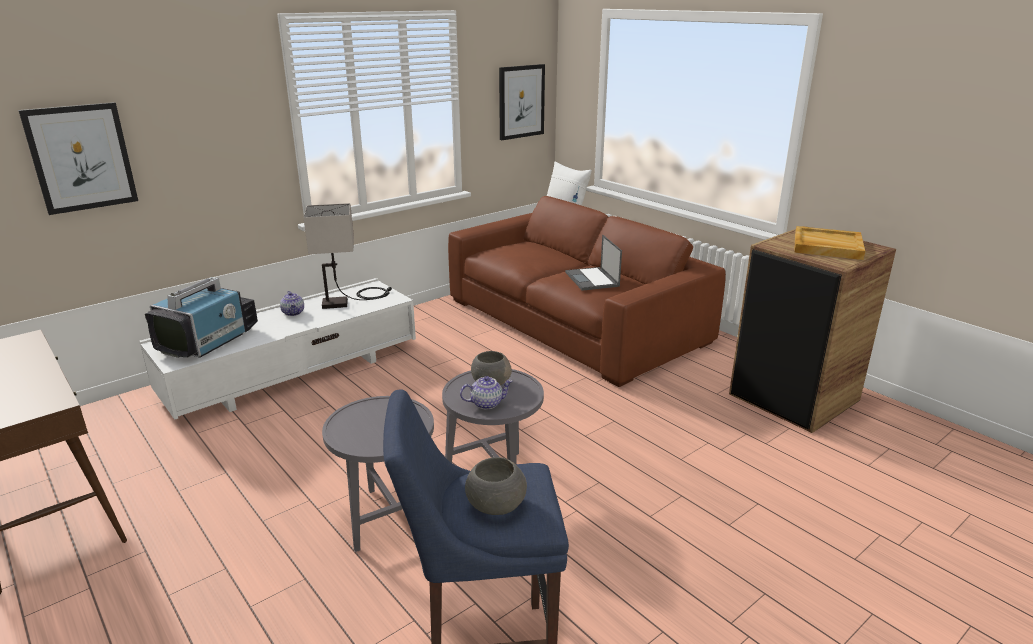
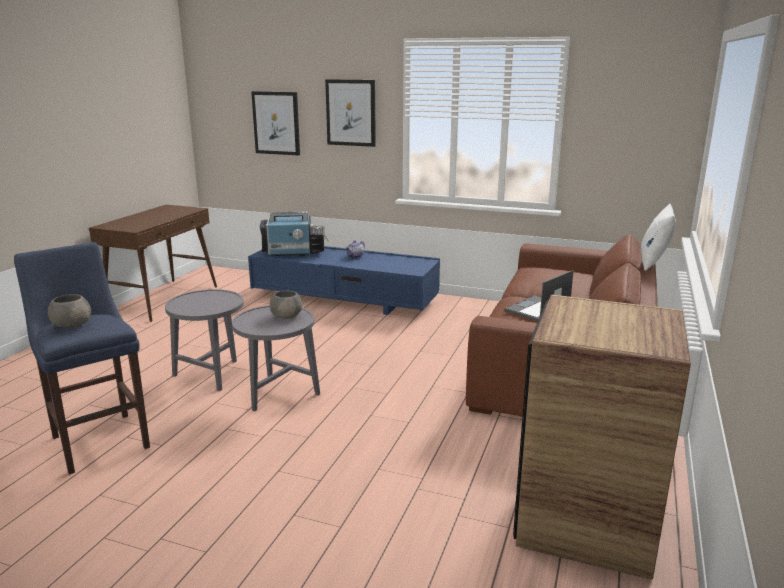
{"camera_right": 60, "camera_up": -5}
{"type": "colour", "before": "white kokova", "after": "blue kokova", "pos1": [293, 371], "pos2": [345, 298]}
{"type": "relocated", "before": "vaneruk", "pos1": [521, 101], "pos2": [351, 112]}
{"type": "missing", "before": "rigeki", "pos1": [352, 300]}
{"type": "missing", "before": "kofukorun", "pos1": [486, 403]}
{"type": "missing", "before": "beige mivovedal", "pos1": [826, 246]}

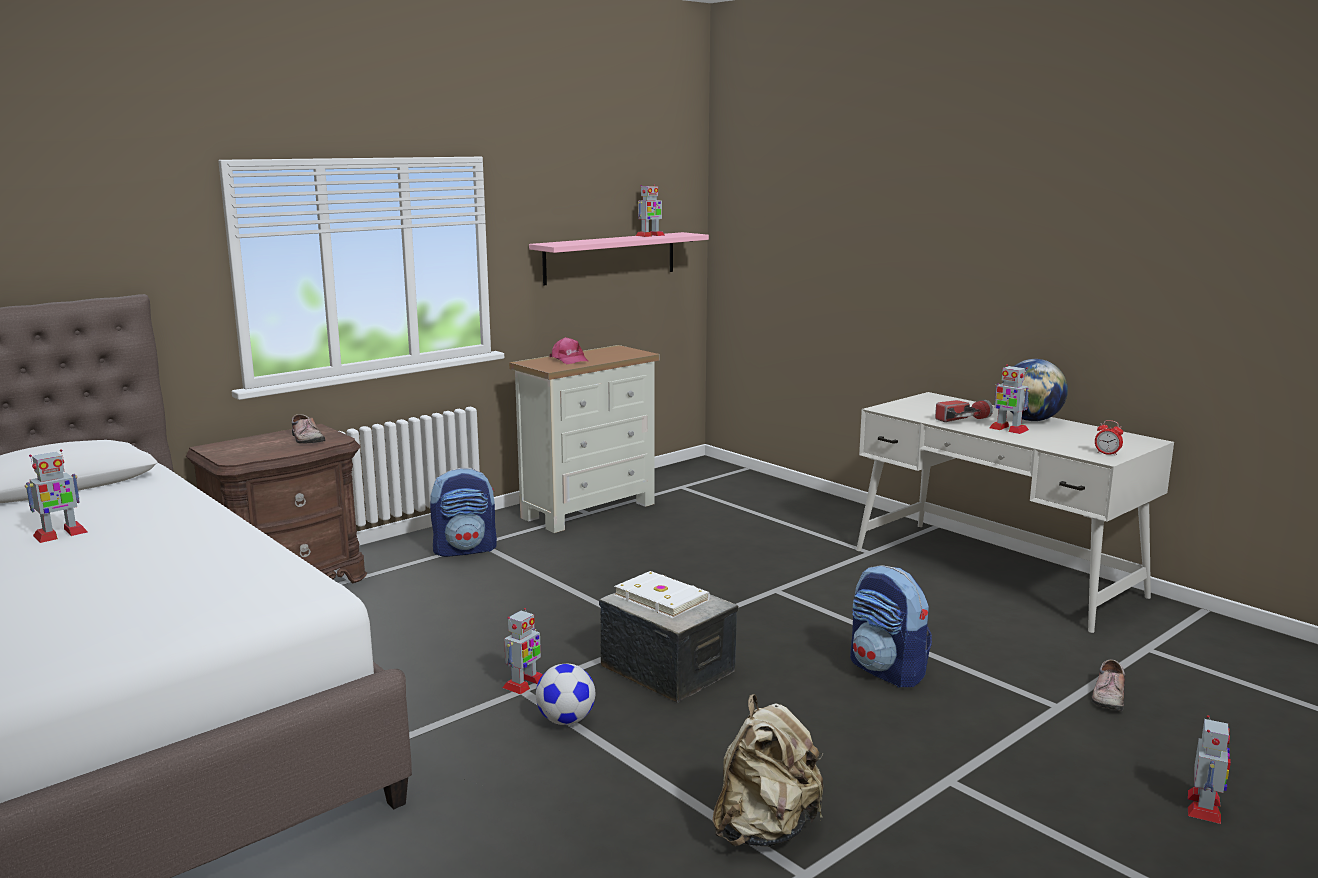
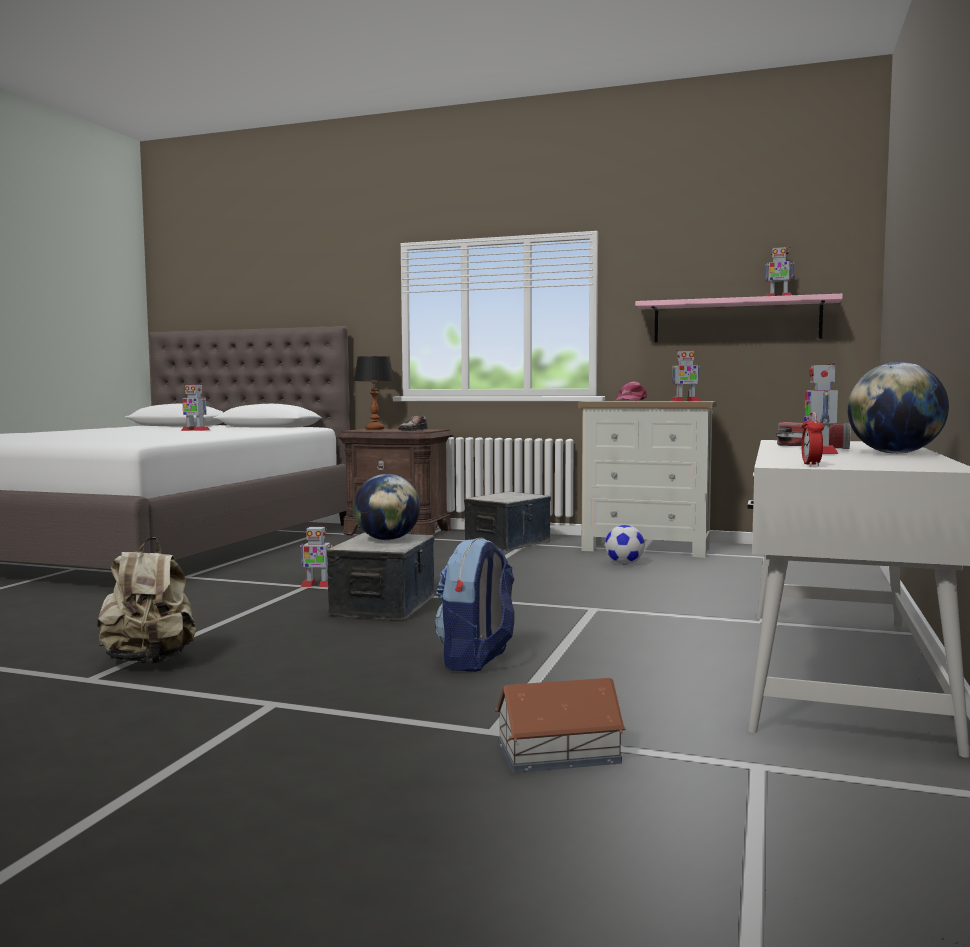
{"camera_right": 60, "camera_up": -10}
{"type": "appeared", "after": "rigeki", "pos2": [375, 429]}
{"type": "exchanged", "before": "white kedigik", "after": "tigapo", "pos1": [662, 597], "pos2": [387, 539]}
{"type": "exchanged", "before": "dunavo", "after": "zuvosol", "pos1": [465, 549], "pos2": [508, 543]}
{"type": "exchanged", "before": "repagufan", "after": "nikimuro", "pos1": [1107, 696], "pos2": [560, 753]}
{"type": "relocated", "before": "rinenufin", "pos1": [566, 720], "pos2": [624, 564]}
{"type": "relocated", "before": "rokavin", "pos1": [1204, 807], "pos2": [685, 401]}

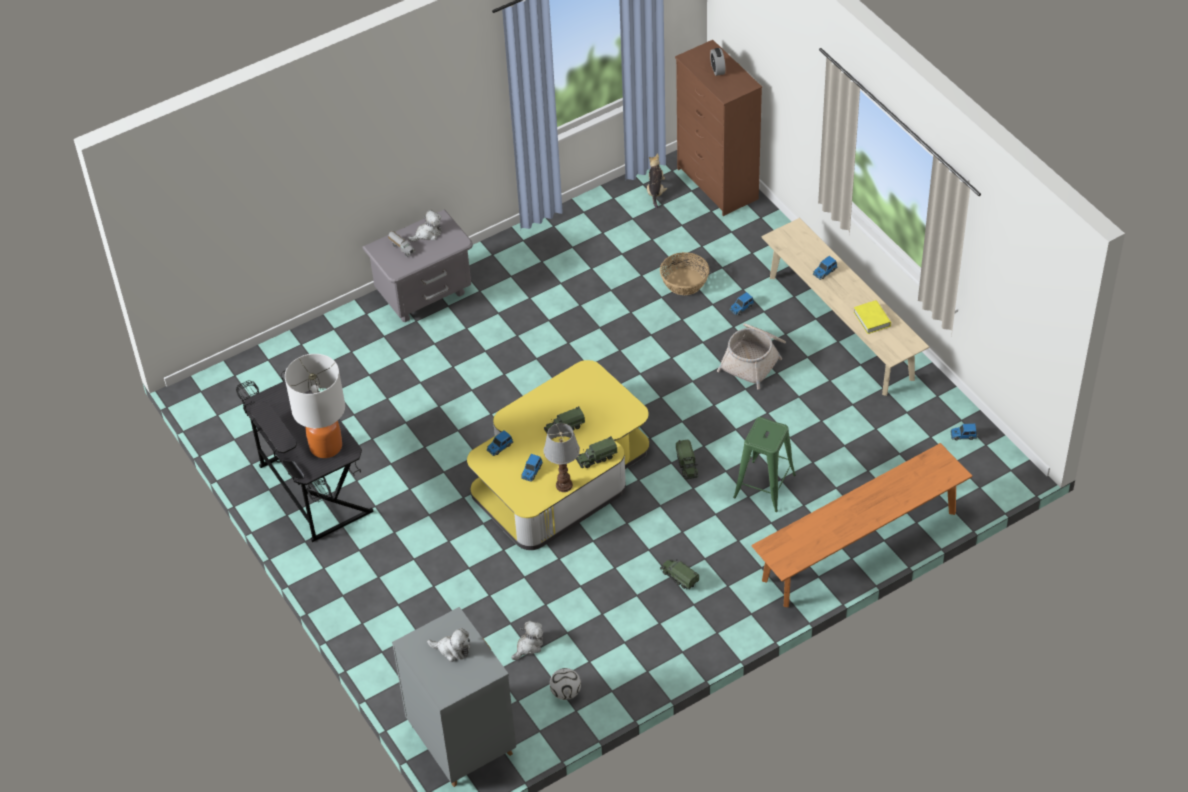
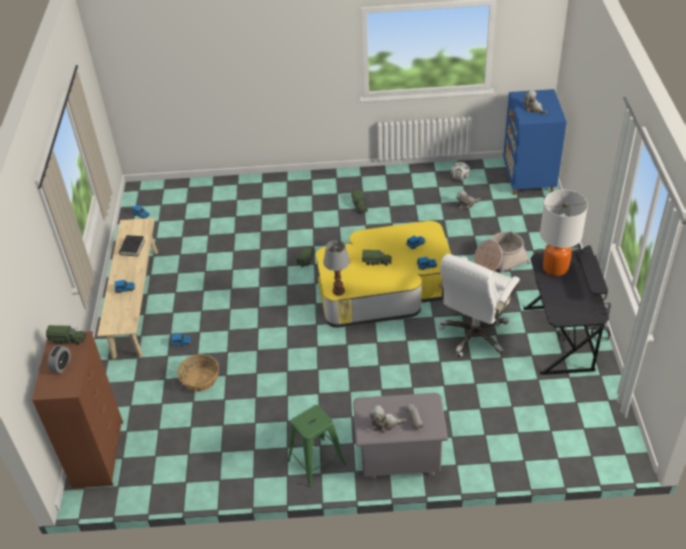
{"camera_right": -150, "camera_up": -5}
{"type": "relocated", "before": "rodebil", "pos1": [596, 458], "pos2": [68, 339]}
{"type": "colour", "before": "yellow kedigik", "after": "black kedigik", "pos1": [872, 319], "pos2": [132, 247]}
{"type": "relocated", "before": "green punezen", "pos1": [764, 486], "pos2": [317, 462]}
{"type": "relocated", "before": "rigeki", "pos1": [563, 485], "pos2": [339, 291]}
{"type": "appeared", "after": "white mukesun", "pos2": [475, 332]}
{"type": "relocated", "before": "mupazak", "pos1": [754, 359], "pos2": [499, 261]}
{"type": "colour", "before": "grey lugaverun", "after": "blue lugaverun", "pos1": [461, 738], "pos2": [528, 178]}
{"type": "missing", "before": "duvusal", "pos1": [656, 191]}
{"type": "missing", "before": "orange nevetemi", "pos1": [859, 546]}

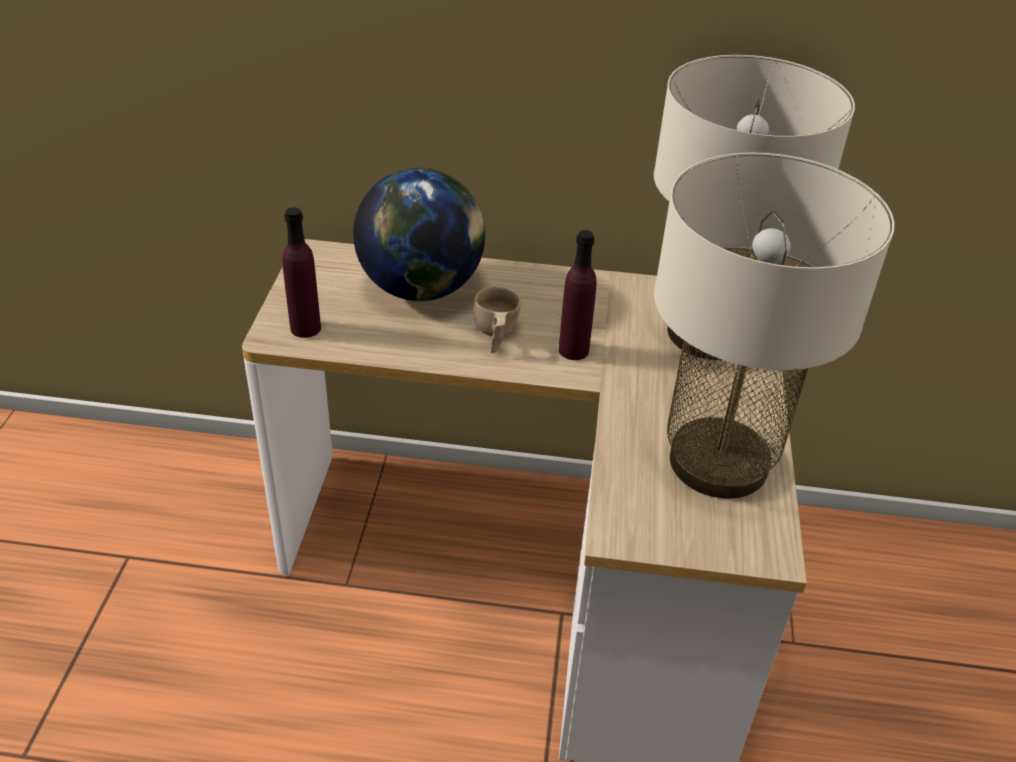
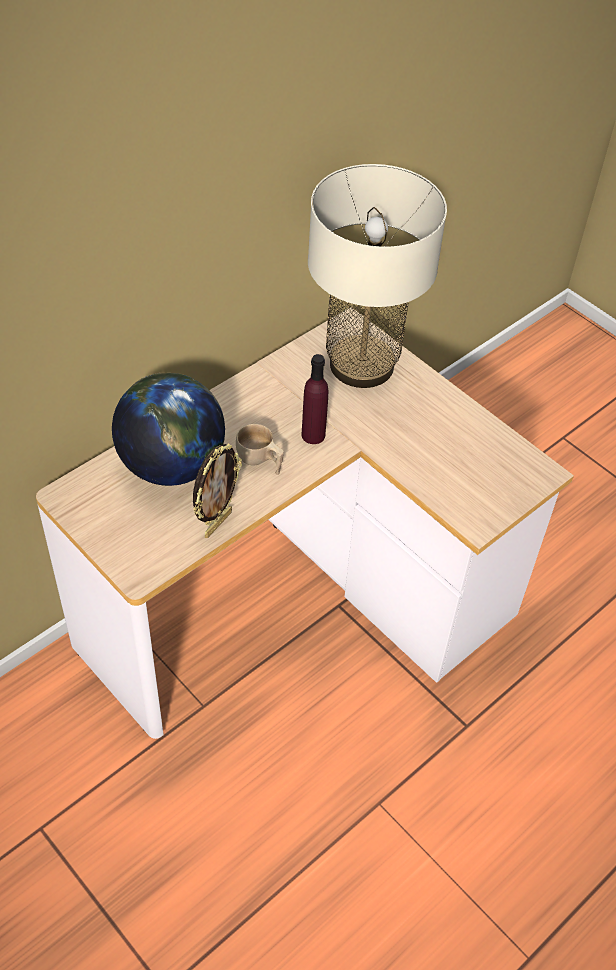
{"camera_right": -50, "camera_up": 10}
{"type": "appeared", "after": "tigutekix", "pos2": [217, 523]}
{"type": "missing", "before": "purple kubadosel", "pos1": [305, 328]}
{"type": "missing", "before": "rigeki", "pos1": [718, 462]}

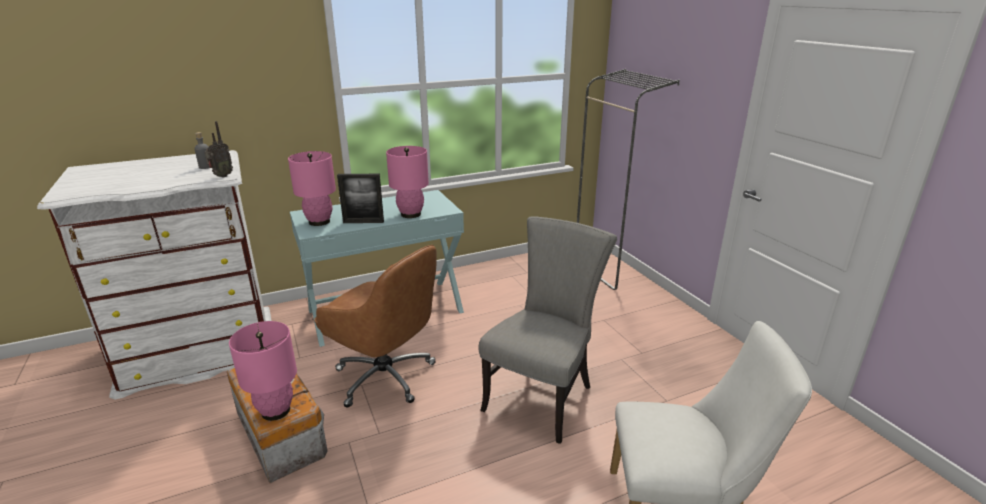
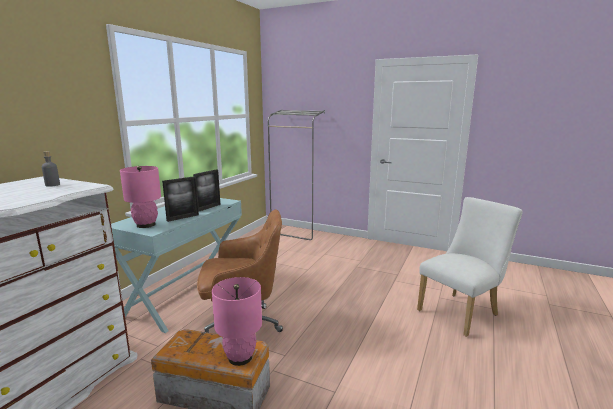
{"camera_right": -40, "camera_up": -10}
{"type": "exchanged", "before": "pink rigeki", "after": "tigutekix", "pos1": [411, 214], "pos2": [208, 207]}
{"type": "missing", "before": "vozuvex", "pos1": [221, 176]}
{"type": "missing", "before": "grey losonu", "pos1": [543, 395]}

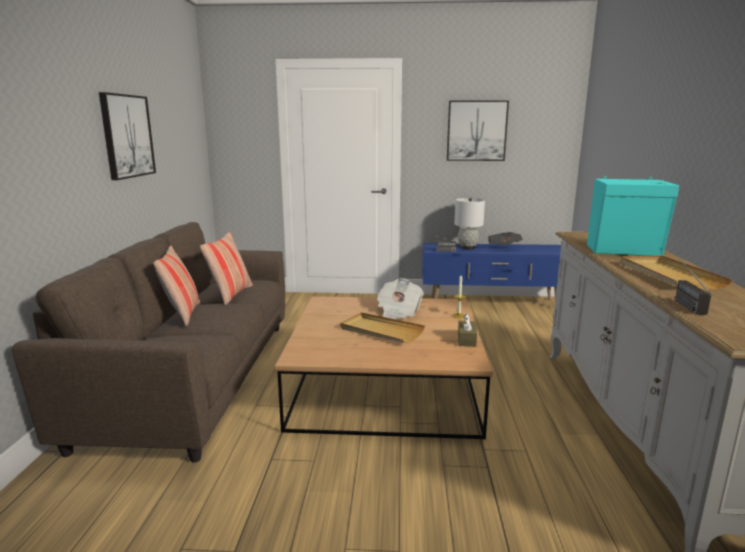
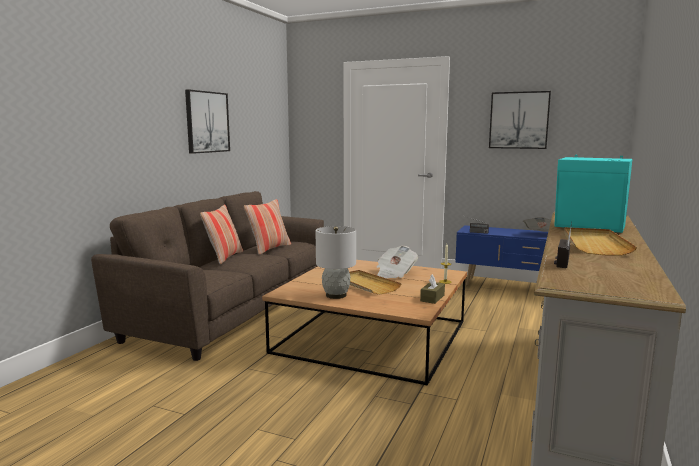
{"camera_right": 20, "camera_up": -5}
{"type": "relocated", "before": "white rigeki", "pos1": [467, 247], "pos2": [336, 295]}

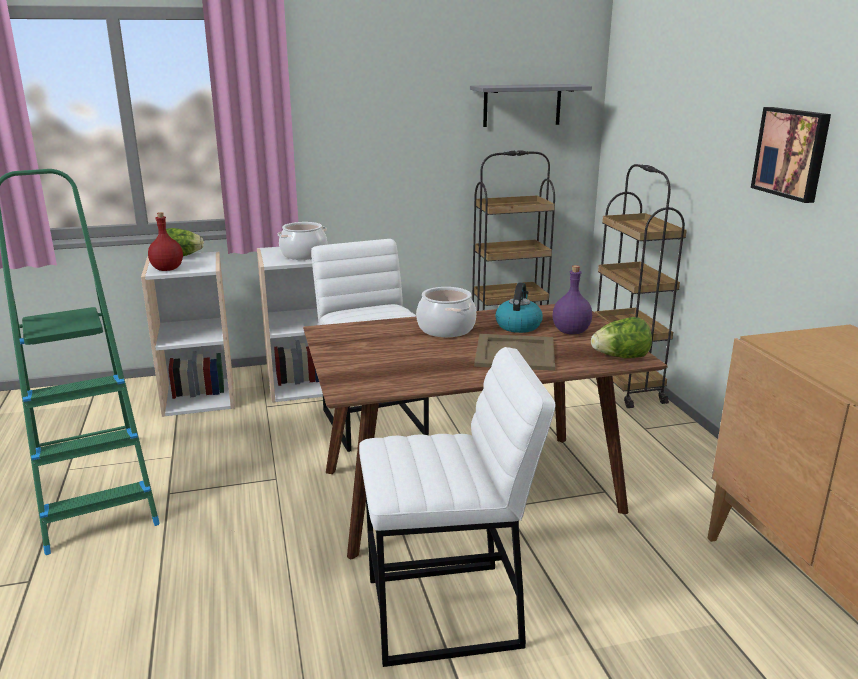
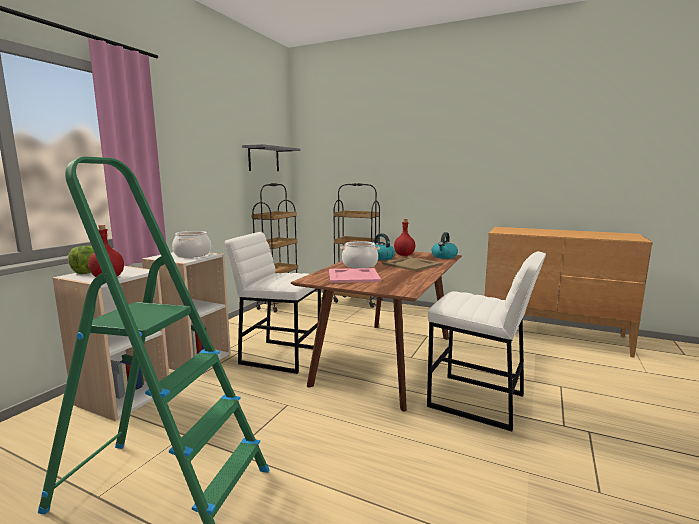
{"camera_right": -50, "camera_up": -10}
{"type": "appeared", "after": "pink mivovedal", "pos2": [353, 276]}
{"type": "colour", "before": "purple kubadosel", "after": "red kubadosel", "pos1": [570, 332], "pos2": [404, 255]}
{"type": "spun", "before": "white losonu", "pos1": [448, 611], "pos2": [479, 401], "turn": 90}
{"type": "exchanged", "before": "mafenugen", "after": "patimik", "pos1": [620, 357], "pos2": [444, 256]}
{"type": "missing", "before": "vaneruk", "pos1": [792, 153]}

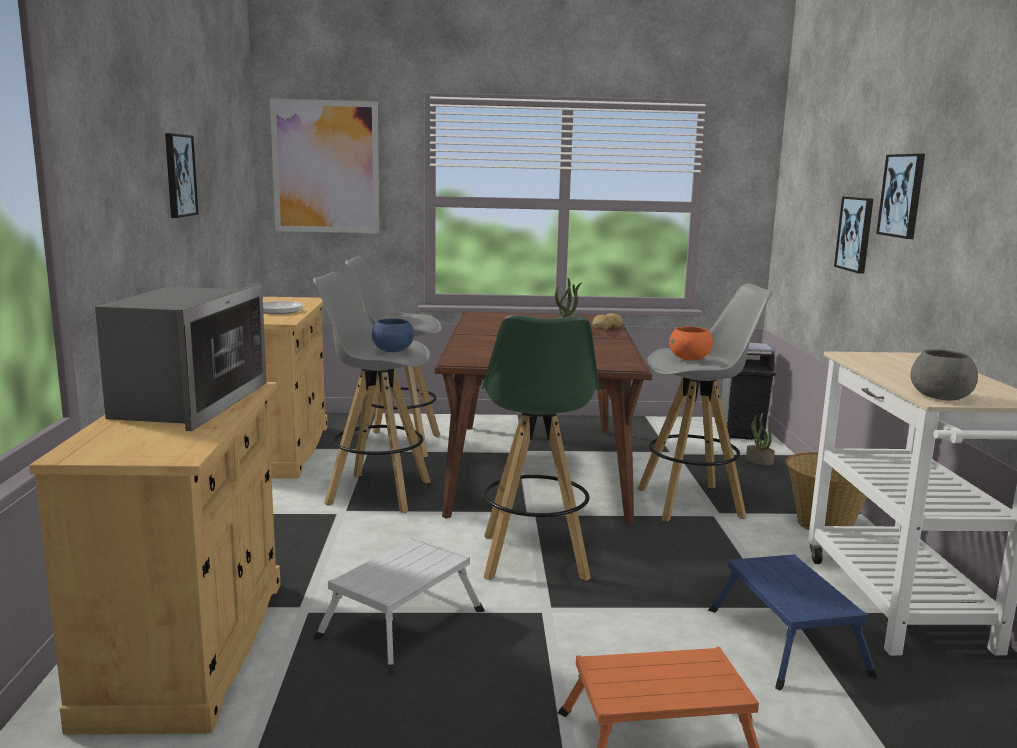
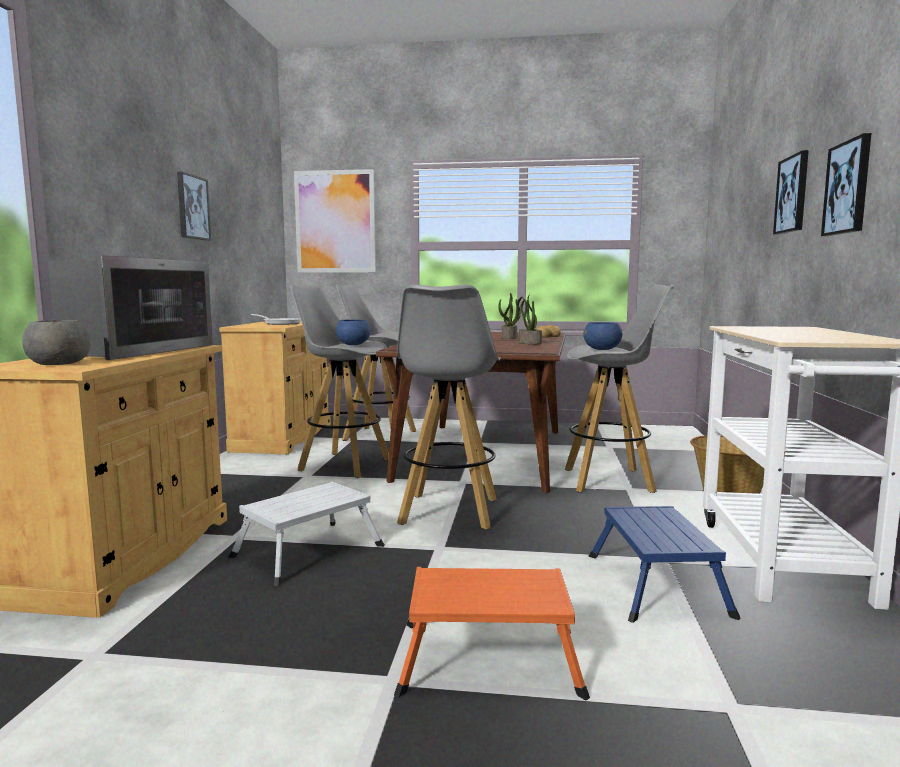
{"camera_right": 10, "camera_up": -5}
{"type": "relocated", "before": "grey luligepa", "pos1": [941, 397], "pos2": [58, 363]}
{"type": "colour", "before": "green punezen", "after": "grey punezen", "pos1": [533, 558], "pos2": [448, 512]}
{"type": "relocated", "before": "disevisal", "pos1": [758, 461], "pos2": [529, 343]}
{"type": "colour", "before": "orange luligepa", "after": "blue luligepa", "pos1": [690, 359], "pos2": [602, 349]}
{"type": "relocated", "before": "vaneruk", "pos1": [855, 234], "pos2": [848, 188]}
{"type": "missing", "before": "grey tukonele", "pos1": [742, 434]}

